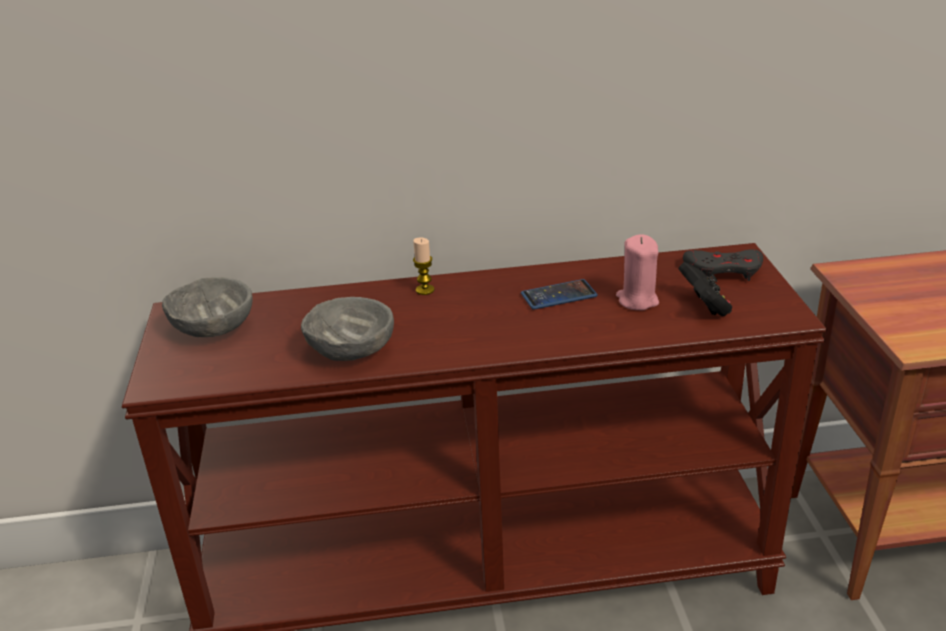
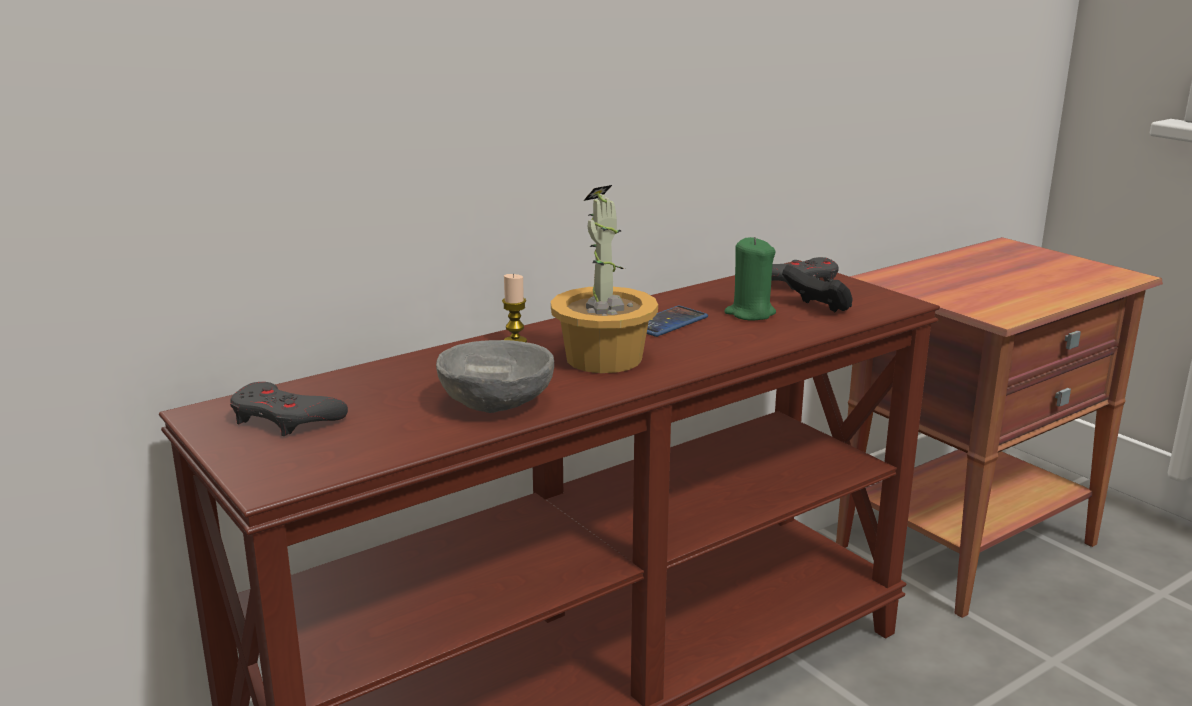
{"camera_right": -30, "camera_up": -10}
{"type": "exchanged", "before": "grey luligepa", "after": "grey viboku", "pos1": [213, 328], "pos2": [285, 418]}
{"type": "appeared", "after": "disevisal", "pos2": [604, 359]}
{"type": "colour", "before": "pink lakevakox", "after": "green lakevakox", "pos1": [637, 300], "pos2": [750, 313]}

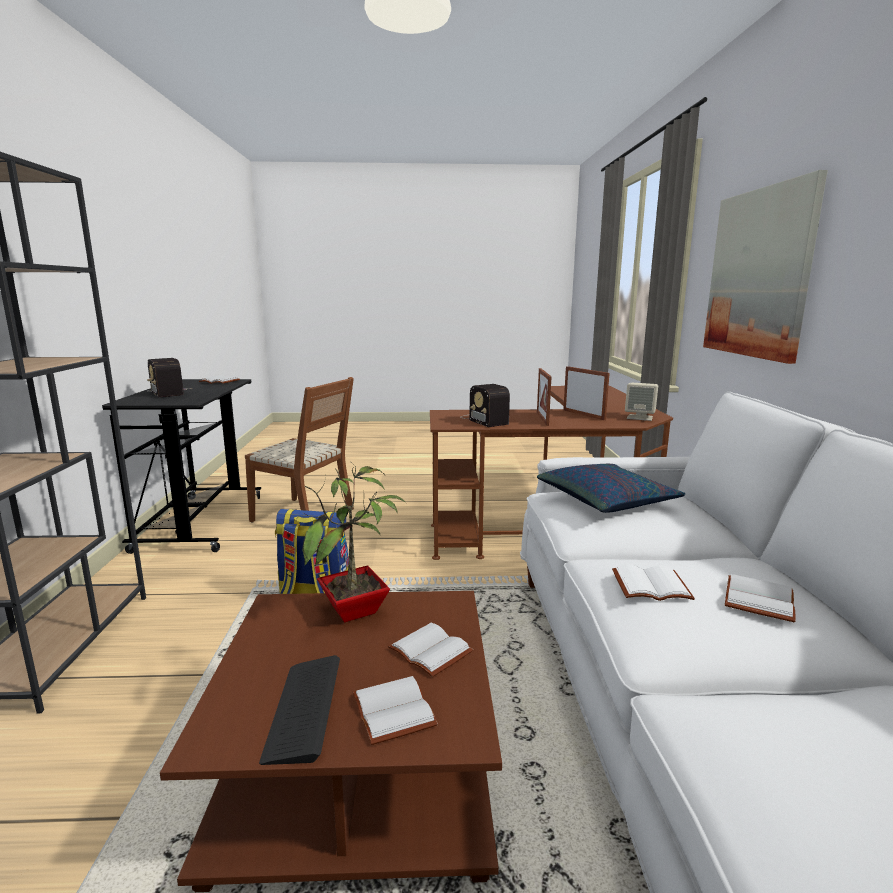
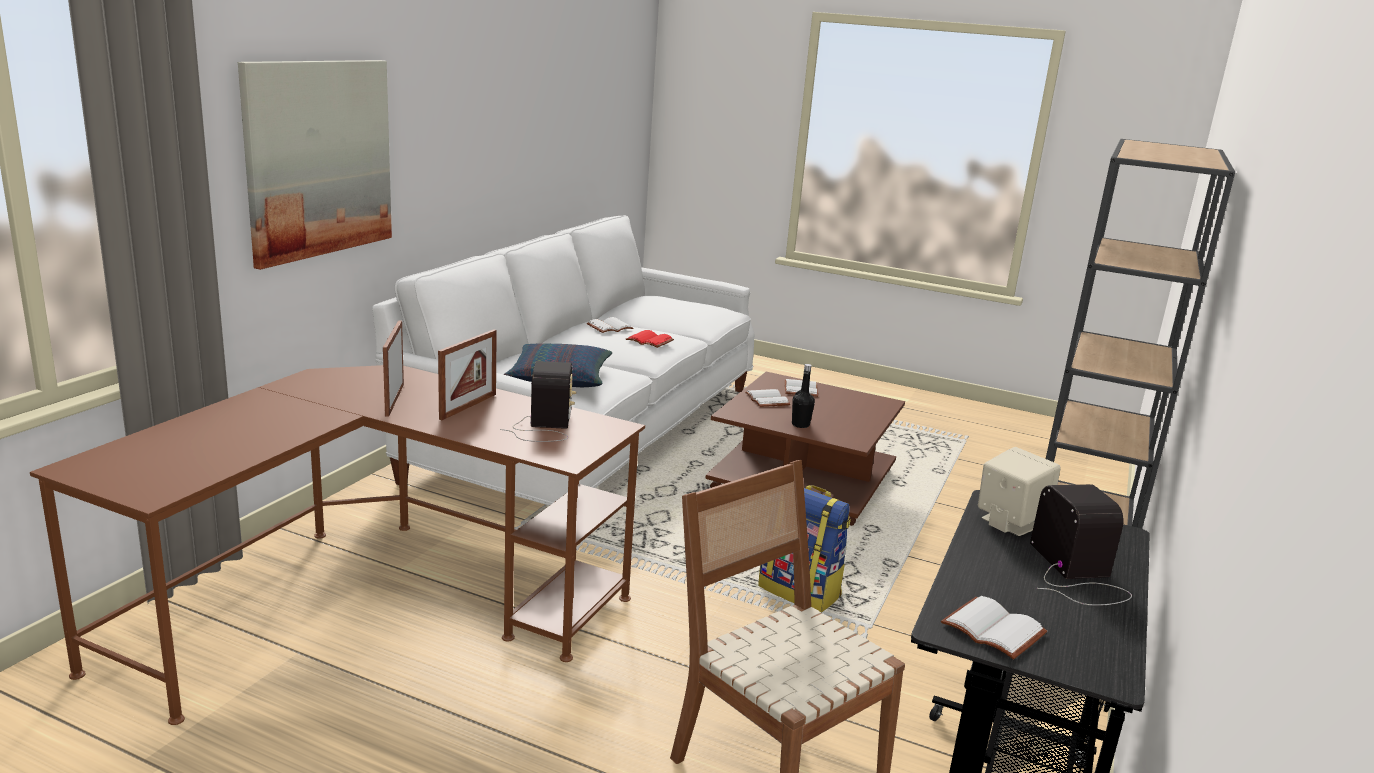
{"camera_right": -155, "camera_up": 5}
{"type": "colour", "before": "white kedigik", "after": "red kedigik", "pos1": [651, 585], "pos2": [648, 341]}
{"type": "exchanged", "before": "disevisal", "after": "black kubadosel", "pos1": [355, 612], "pos2": [800, 425]}
{"type": "relocated", "before": "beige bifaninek", "pos1": [640, 417], "pos2": [1009, 522]}
{"type": "missing", "before": "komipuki", "pos1": [304, 709]}

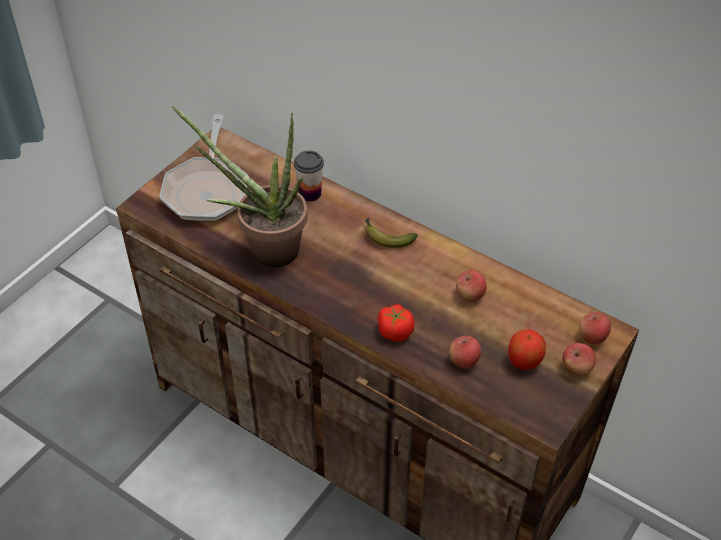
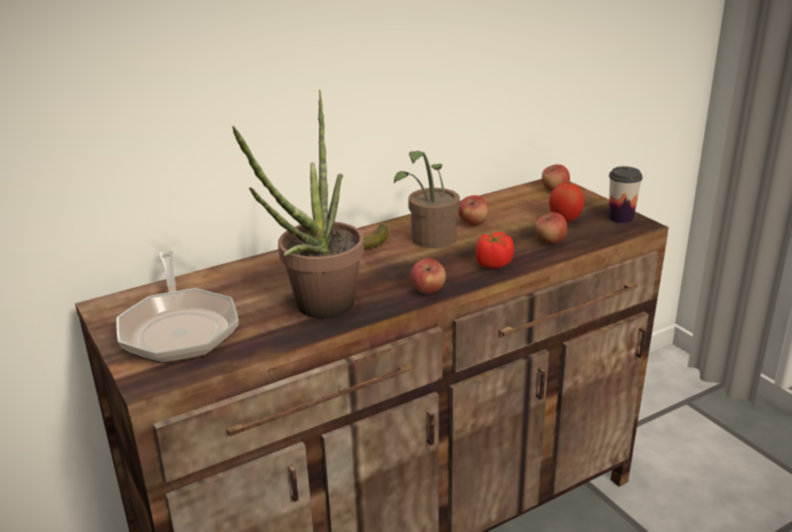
{"camera_right": -65, "camera_up": -20}
{"type": "spun", "before": "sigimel", "pos1": [207, 189], "pos2": [179, 328], "turn": 45}
{"type": "appeared", "after": "disevisal", "pos2": [430, 241]}
{"type": "relocated", "before": "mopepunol", "pos1": [576, 368], "pos2": [428, 291]}
{"type": "relocated", "before": "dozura", "pos1": [310, 193], "pos2": [621, 218]}

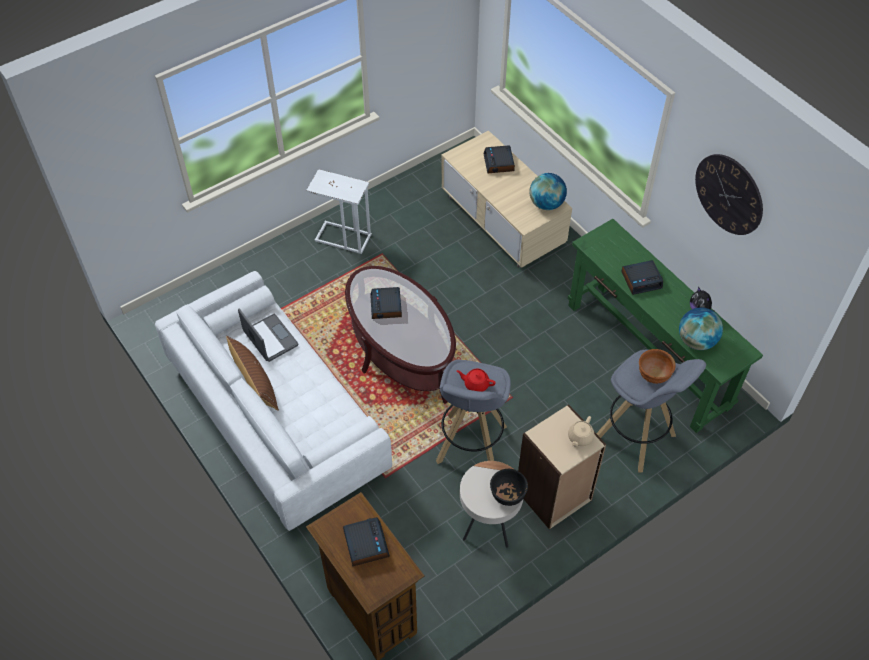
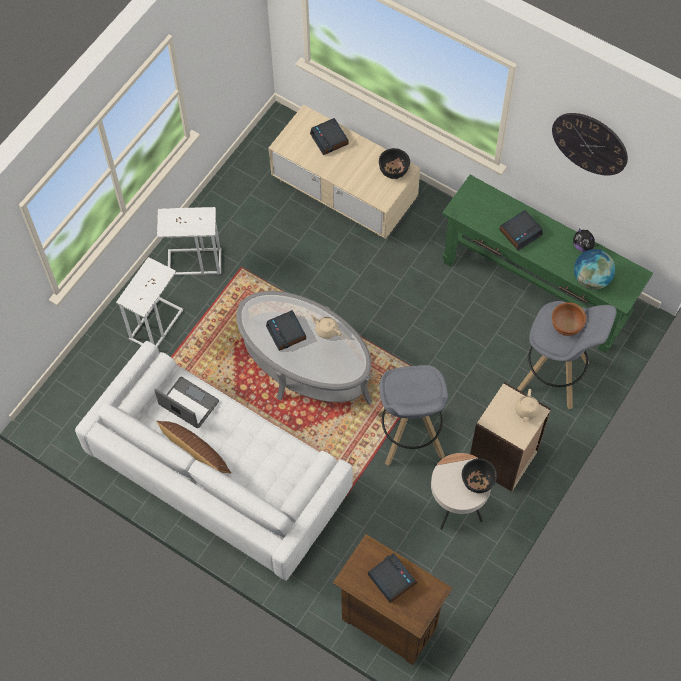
{"camera_right": -20, "camera_up": 10}
{"type": "appeared", "after": "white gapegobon", "pos2": [156, 325]}
{"type": "colour", "before": "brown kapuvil", "after": "grey kapuvil", "pos1": [401, 350], "pos2": [305, 364]}
{"type": "appeared", "after": "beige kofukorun", "pos2": [326, 330]}
{"type": "exchanged", "before": "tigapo", "after": "black luligepa", "pos1": [546, 204], "pos2": [394, 171]}
{"type": "missing", "before": "red kofukorun", "pos1": [476, 384]}

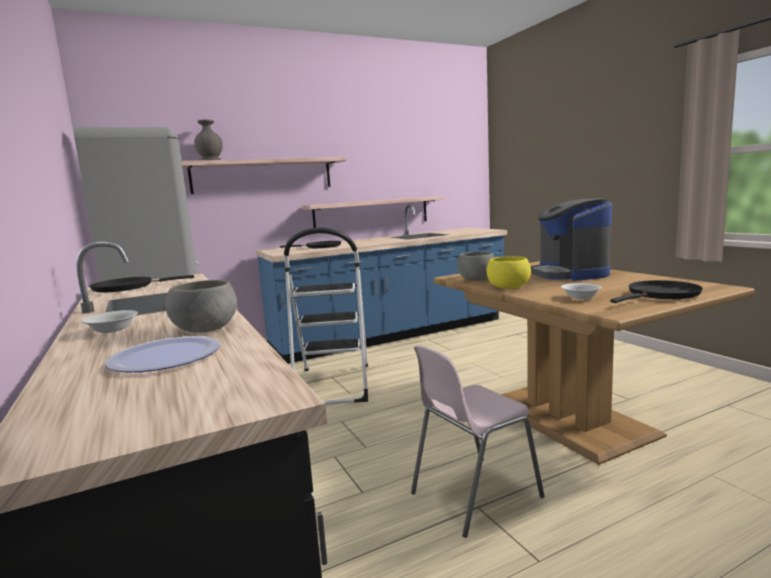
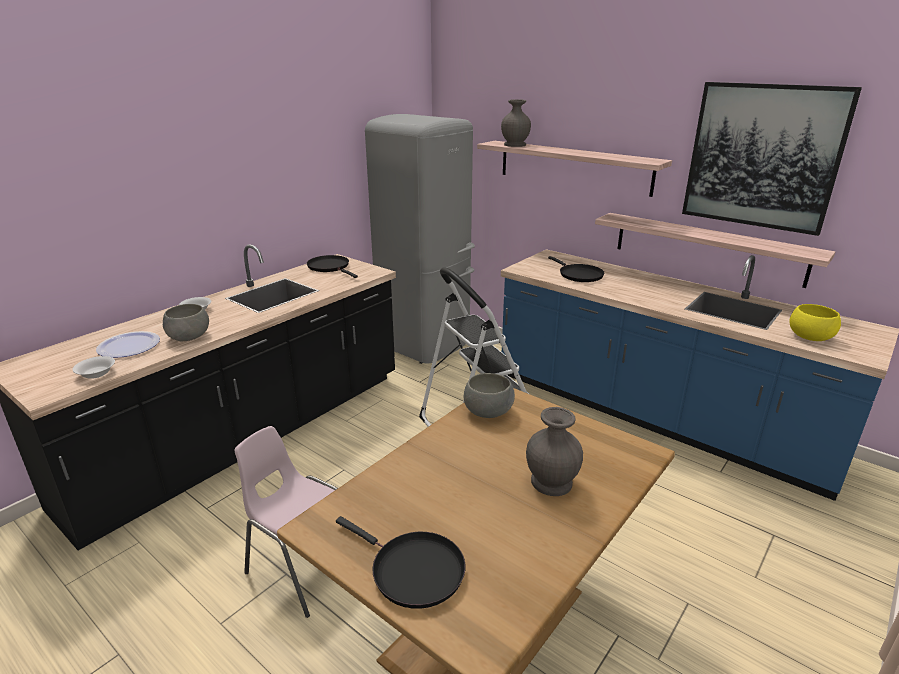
{"camera_right": 65, "camera_up": 15}
{"type": "relocated", "before": "white luligepa", "pos1": [580, 297], "pos2": [97, 374]}
{"type": "exchanged", "before": "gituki", "after": "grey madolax", "pos1": [569, 274], "pos2": [552, 483]}
{"type": "appeared", "after": "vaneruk", "pos2": [762, 157]}
{"type": "relocated", "before": "yellow luligepa", "pos1": [508, 287], "pos2": [809, 336]}

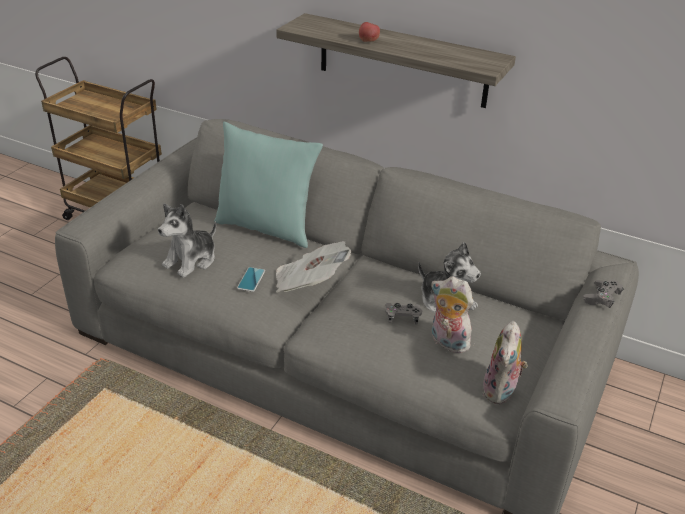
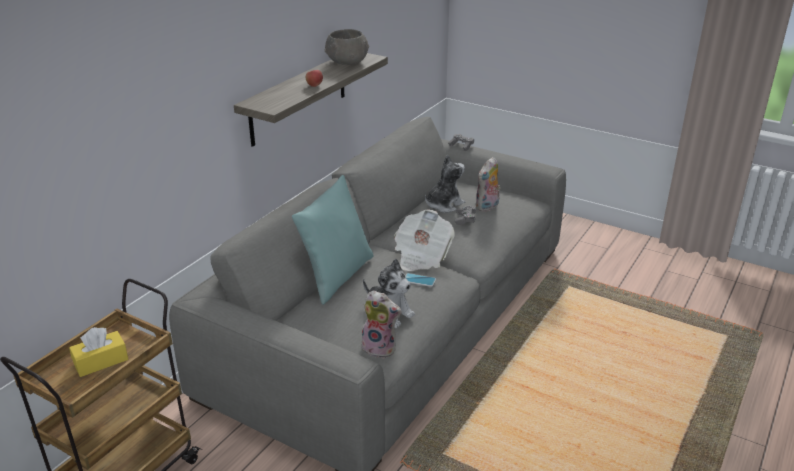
{"camera_right": -85, "camera_up": -5}
{"type": "appeared", "after": "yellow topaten", "pos2": [101, 361]}
{"type": "appeared", "after": "grey luligepa", "pos2": [347, 62]}
{"type": "relocated", "before": "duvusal", "pos1": [501, 391], "pos2": [381, 348]}

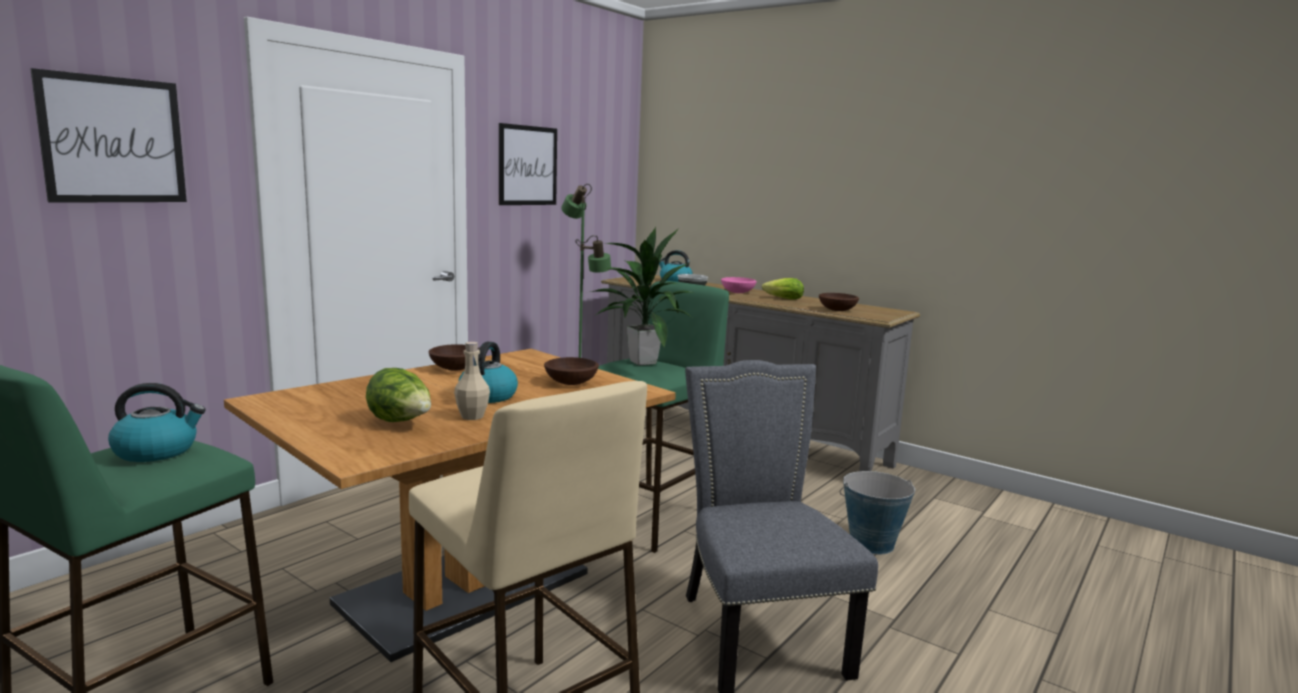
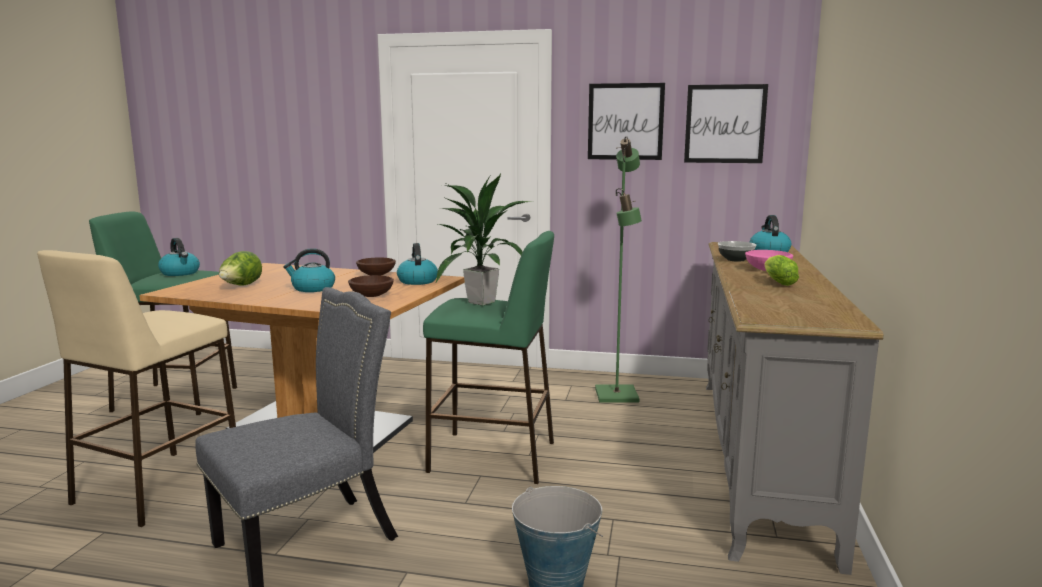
{"camera_right": 65, "camera_up": 0}
{"type": "appeared", "after": "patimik", "pos2": [417, 281]}
{"type": "relocated", "before": "vaneruk", "pos1": [113, 140], "pos2": [725, 124]}
{"type": "missing", "before": "beige kubadosel", "pos1": [472, 416]}
{"type": "missing", "before": "brown luligepa", "pos1": [836, 310]}

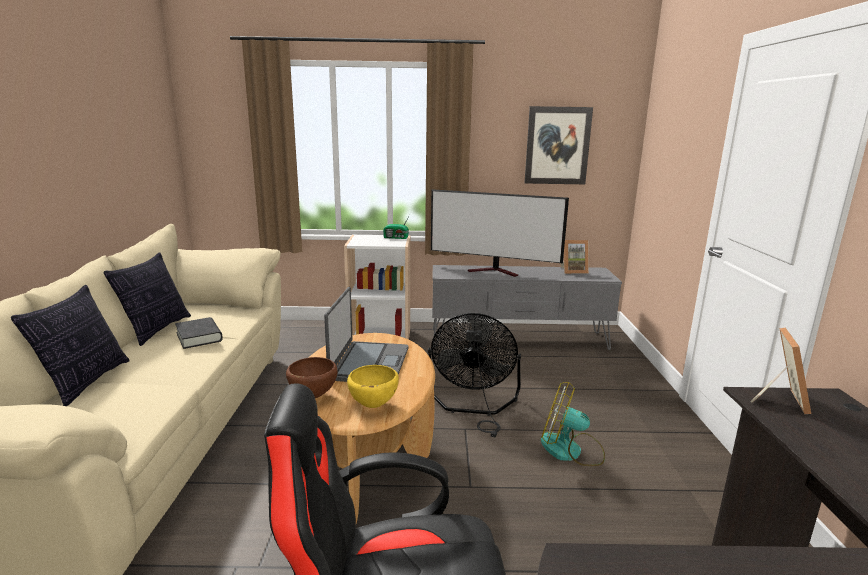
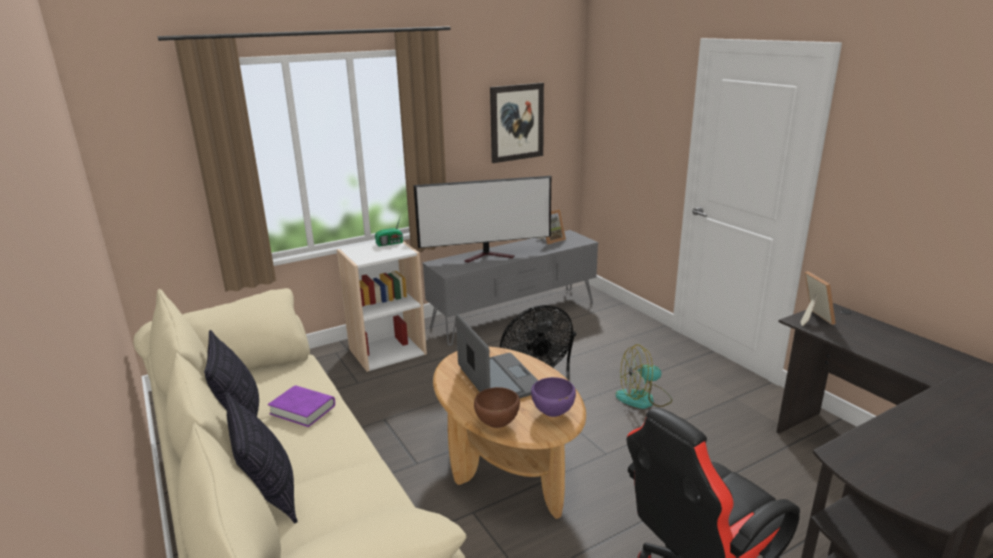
{"camera_right": -30, "camera_up": 5}
{"type": "colour", "before": "black kedigik", "after": "purple kedigik", "pos1": [199, 337], "pos2": [303, 410]}
{"type": "colour", "before": "yellow luligepa", "after": "purple luligepa", "pos1": [373, 406], "pos2": [553, 414]}

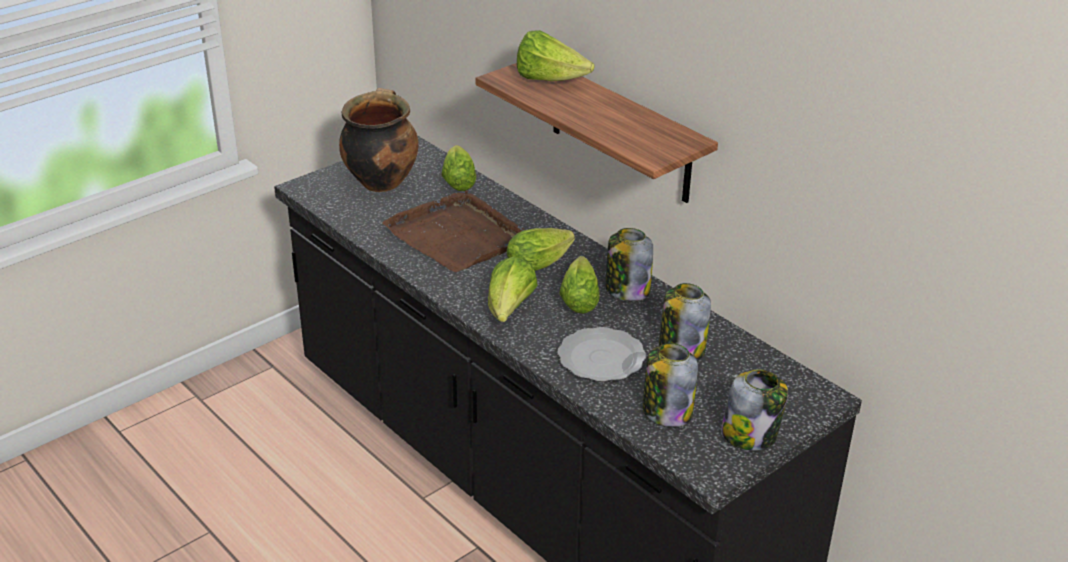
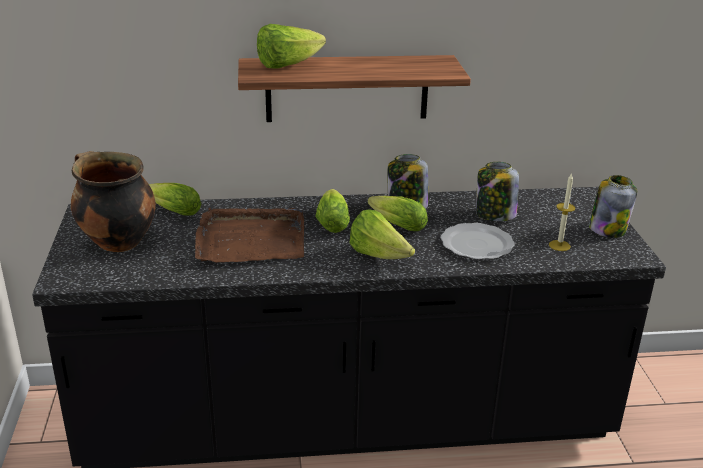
{"camera_right": -55, "camera_up": -5}
{"type": "exchanged", "before": "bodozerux", "after": "lakevakox", "pos1": [666, 411], "pos2": [559, 245]}

